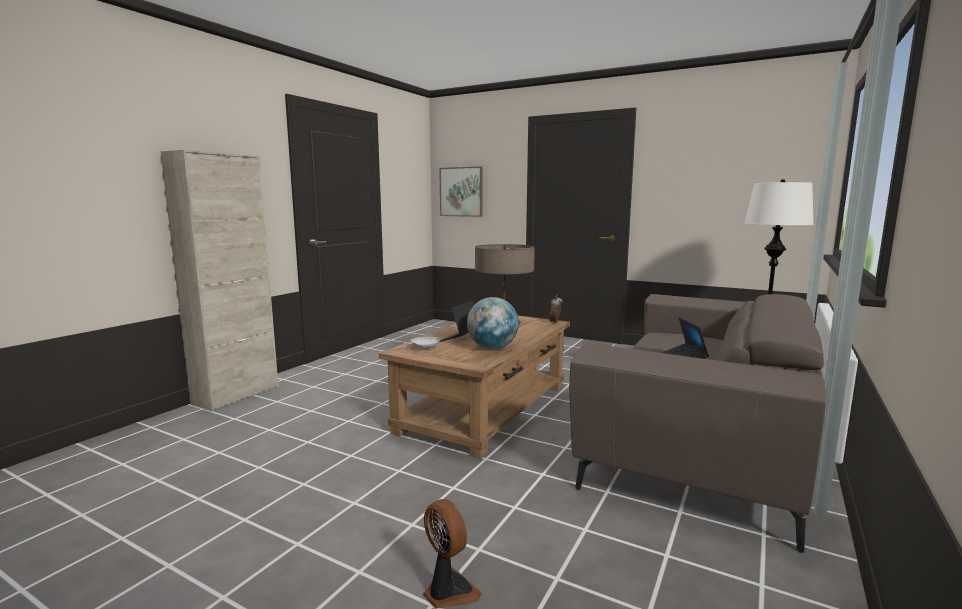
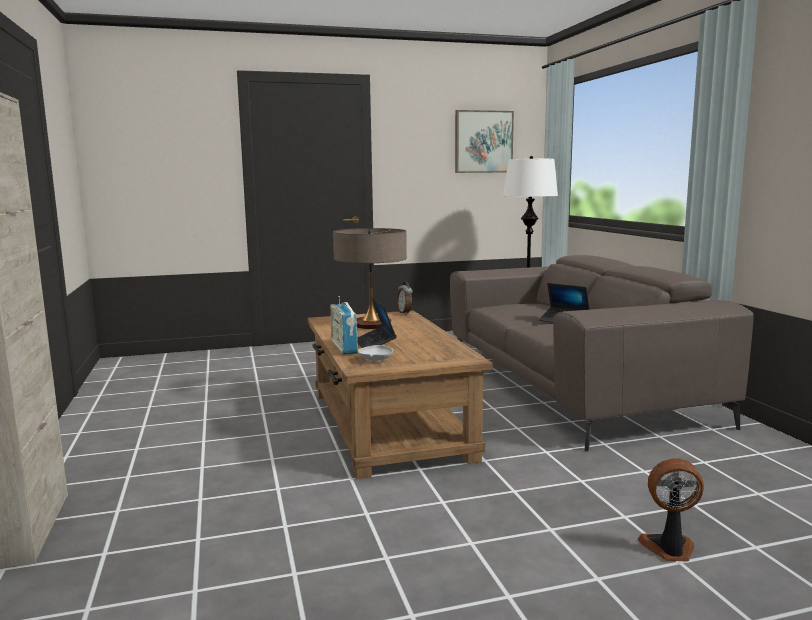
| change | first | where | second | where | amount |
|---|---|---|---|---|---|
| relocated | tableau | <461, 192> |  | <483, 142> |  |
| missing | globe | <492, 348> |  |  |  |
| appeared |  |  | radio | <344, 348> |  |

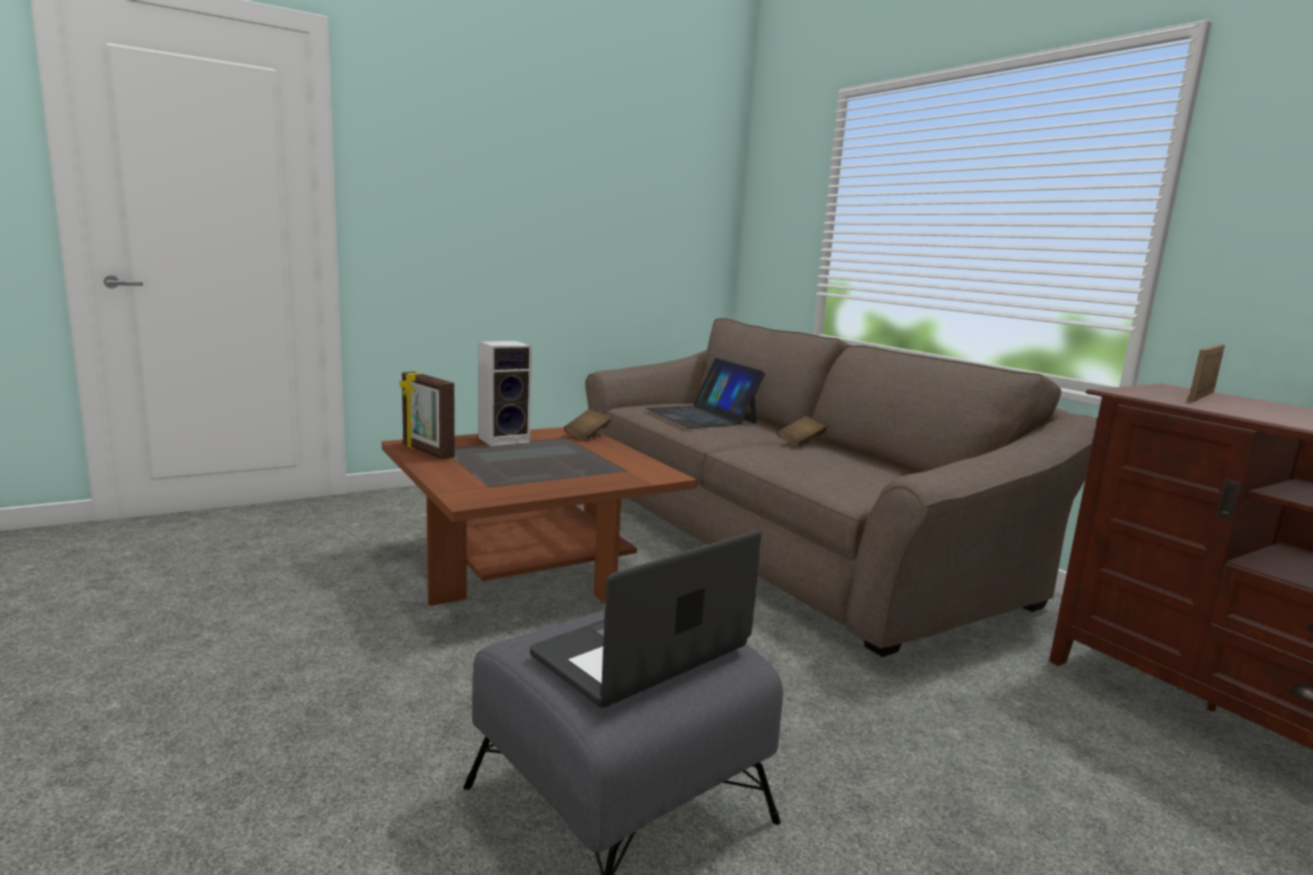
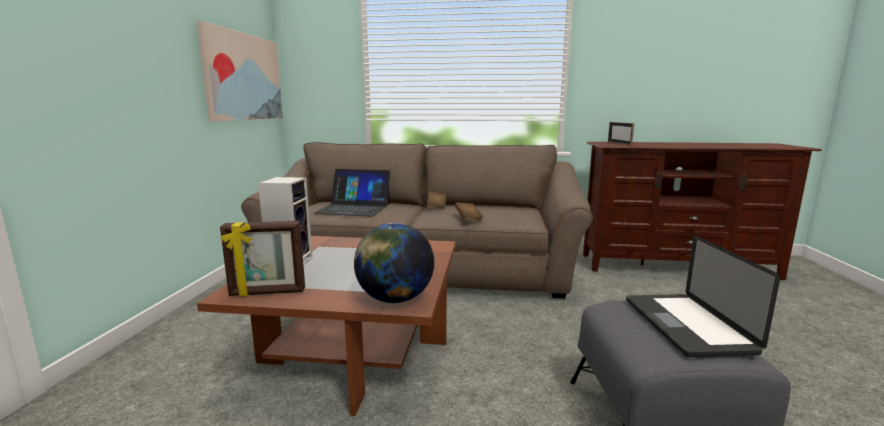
| change | first | where | second | where | amount |
|---|---|---|---|---|---|
| relocated | livre [marron] | <588, 435> |  | <468, 219> |  |
| appeared |  |  | tableau | <243, 77> |  |
| appeared |  |  | globe | <394, 299> |  |

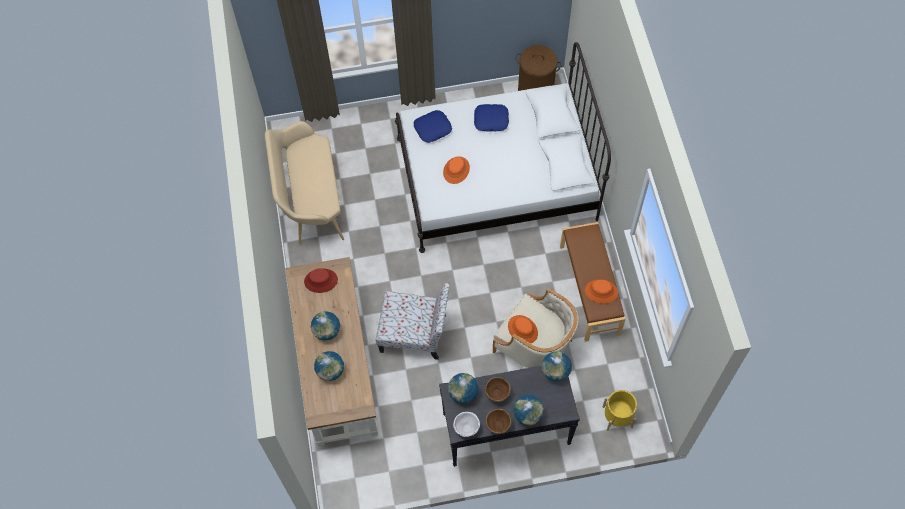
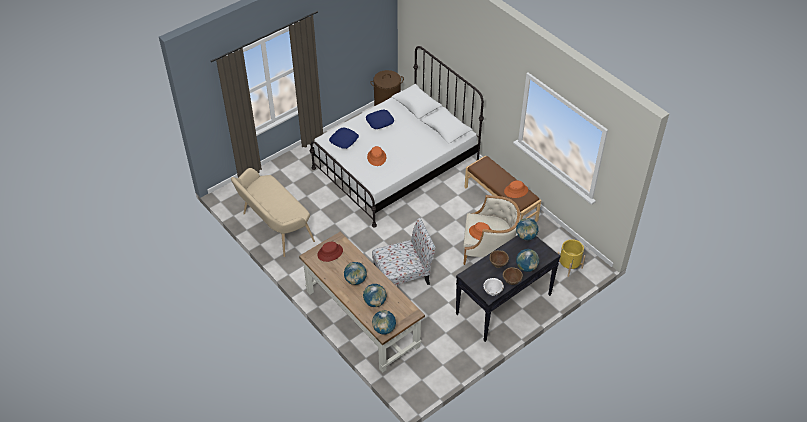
| change | first | where | second | where | amount |
|---|---|---|---|---|---|
| relocated | globe | <463, 393> |  | <384, 329> |  |

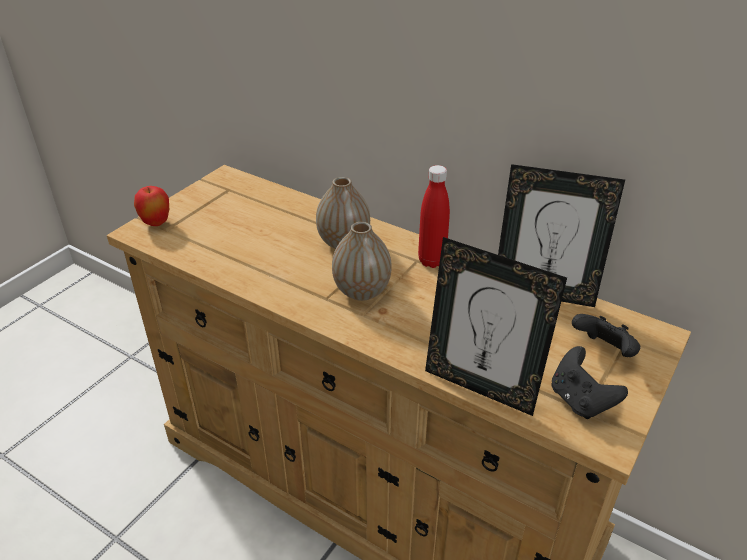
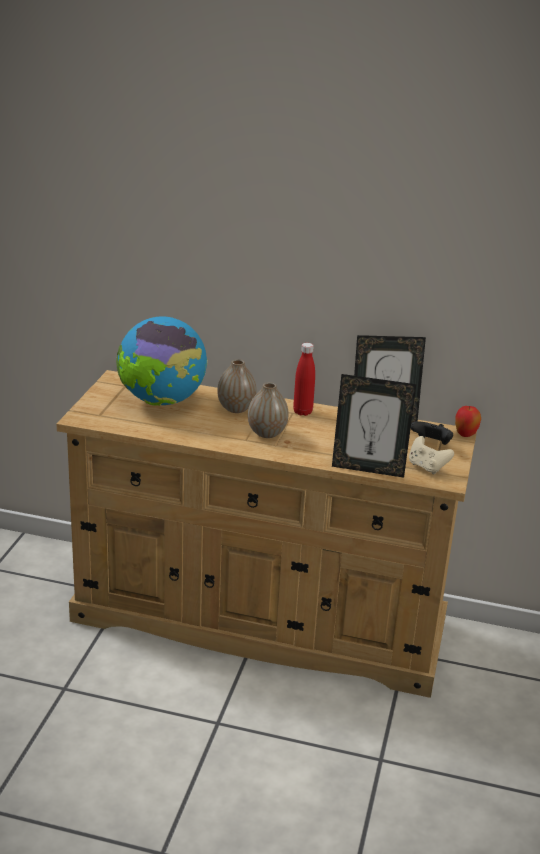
| change | first | where | second | where | amount |
|---|---|---|---|---|---|
| relocated | pomme | <156, 223> |  | <465, 435> |  |
| colour | manette [noir] | <580, 400> | manette [beige] | <427, 467> |  |
| appeared |  |  | globe | <162, 401> |  |

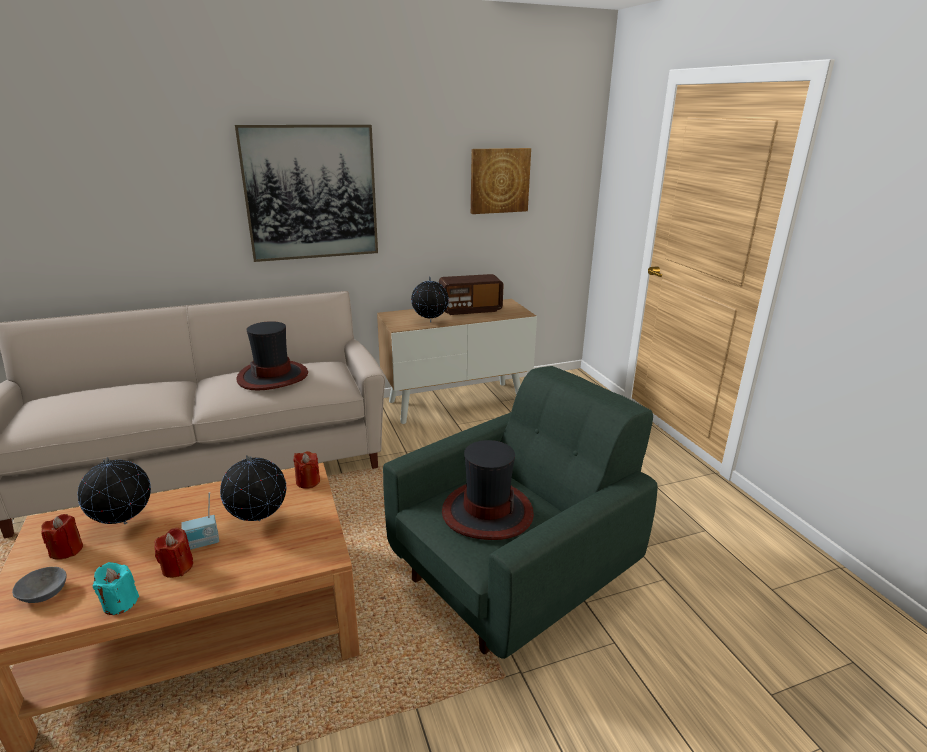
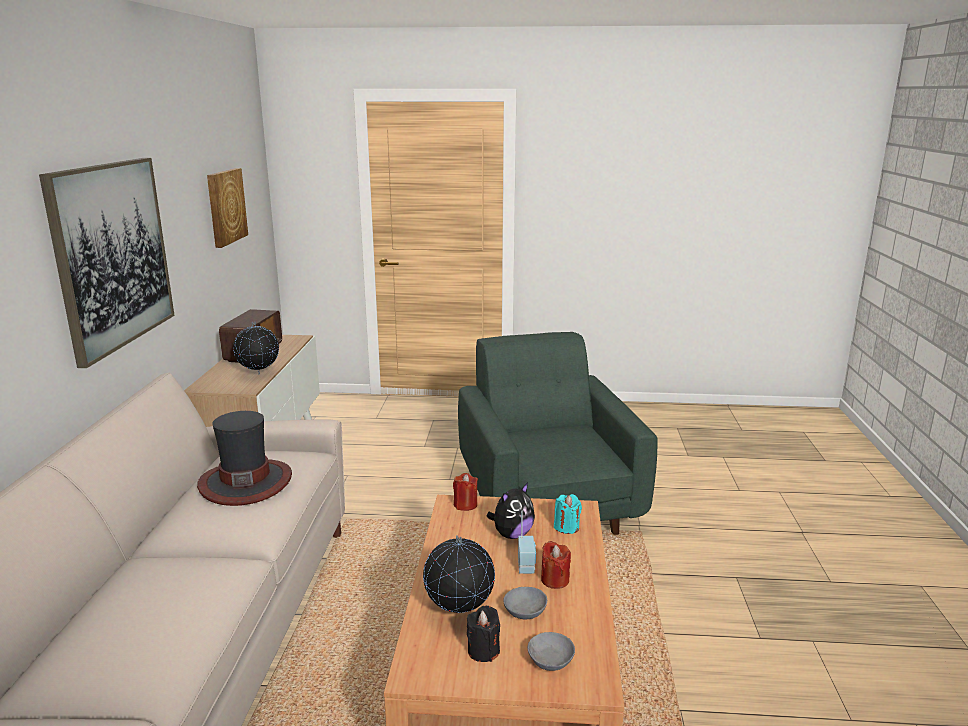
| change | first | where | second | where | amount |
|---|---|---|---|---|---|
| colour | bougie [rouge] | <67, 550> | bougie [noir] | <483, 651> |  |
| relocated | bougie [turquoise] | <120, 603> |  | <566, 527> |  |
| exchanged | globe | <259, 521> | peluche | <512, 534> |  |
| missing | chapeau | <487, 512> |  |  |  |
| appeared |  |  | bol [gris] | <524, 610> |  |

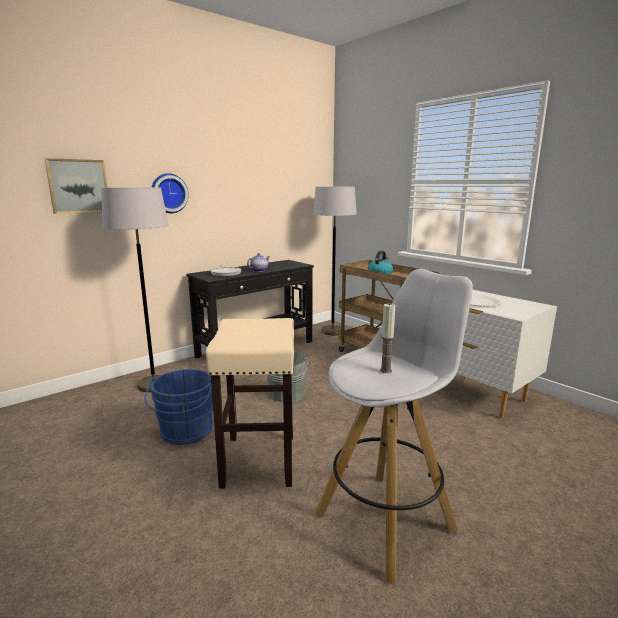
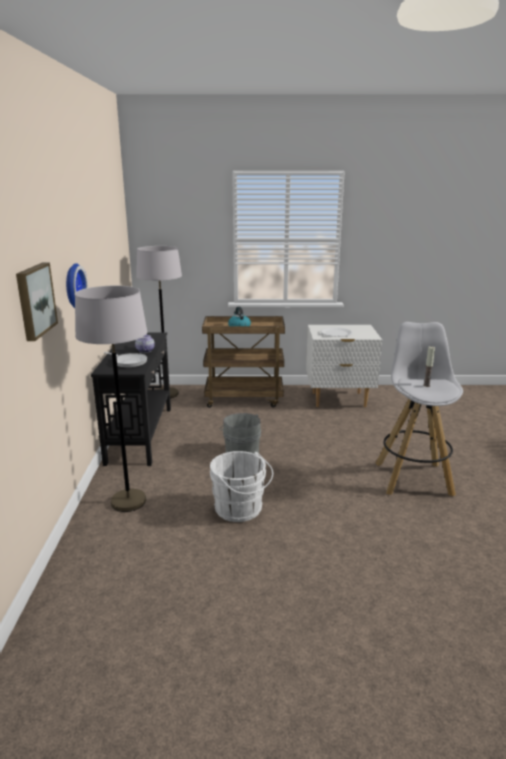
| change | first | where | second | where | amount |
|---|---|---|---|---|---|
| colour | seau [bleu] | <185, 432> | seau [blanc] | <240, 509> |  |
| missing | tabouret [beige] | <259, 461> |  |  |  |

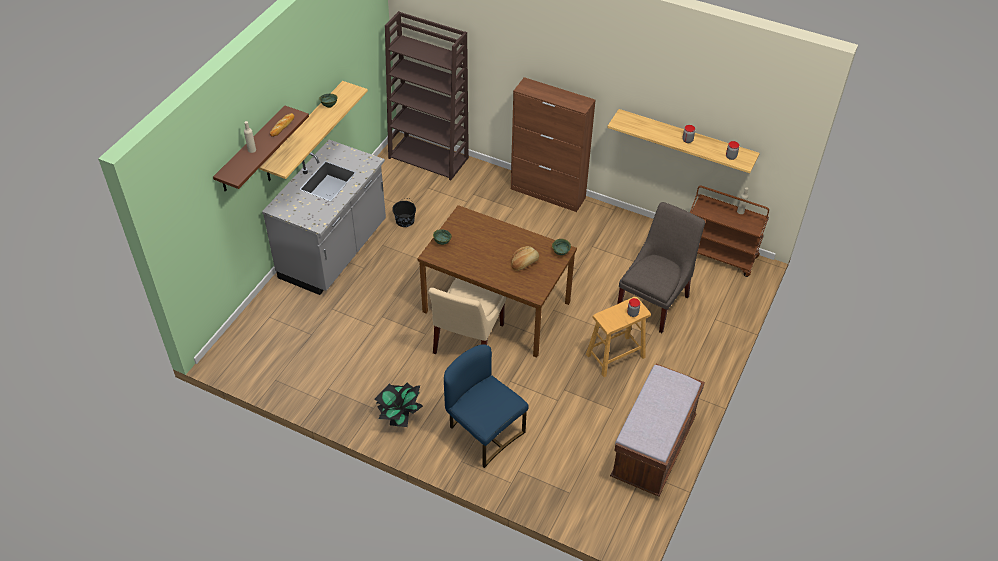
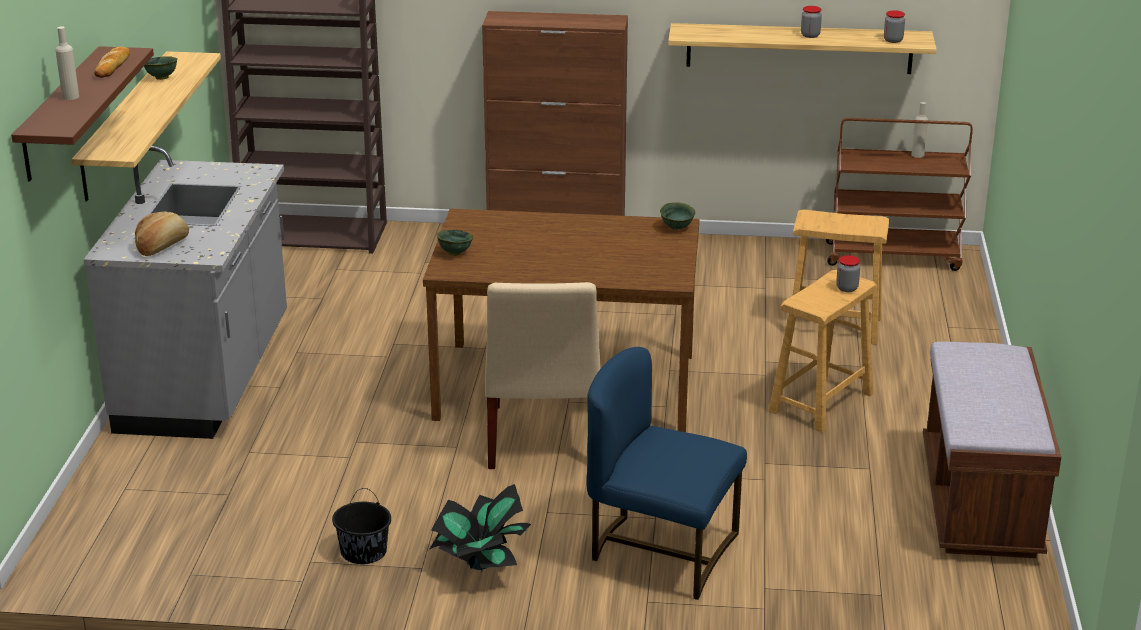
| change | first | where | second | where | amount |
|---|---|---|---|---|---|
| relocated | seau [noir] | <404, 221> |  | <363, 552> |  |
| relocated | pain | <524, 263> |  | <162, 246> |  |
| exchanged | chaise [gris] | <655, 301> | tabouret [marron] | <834, 326> |  |

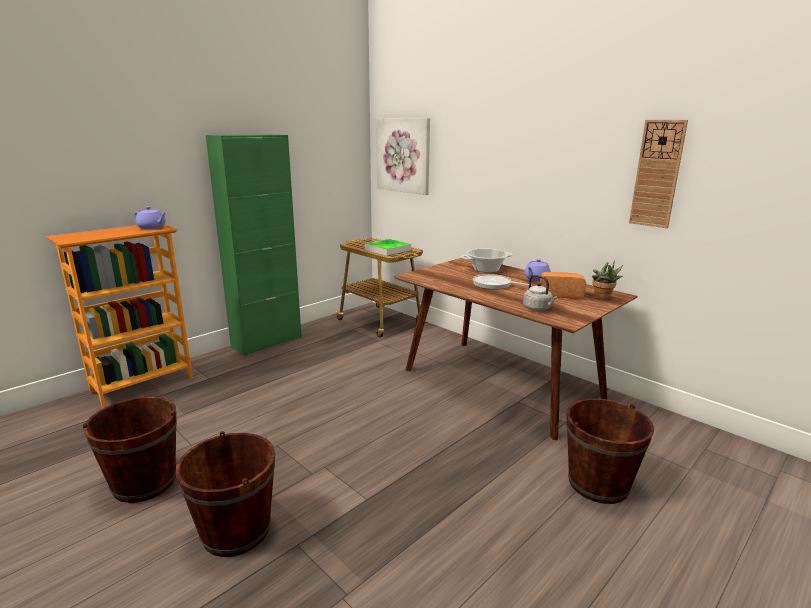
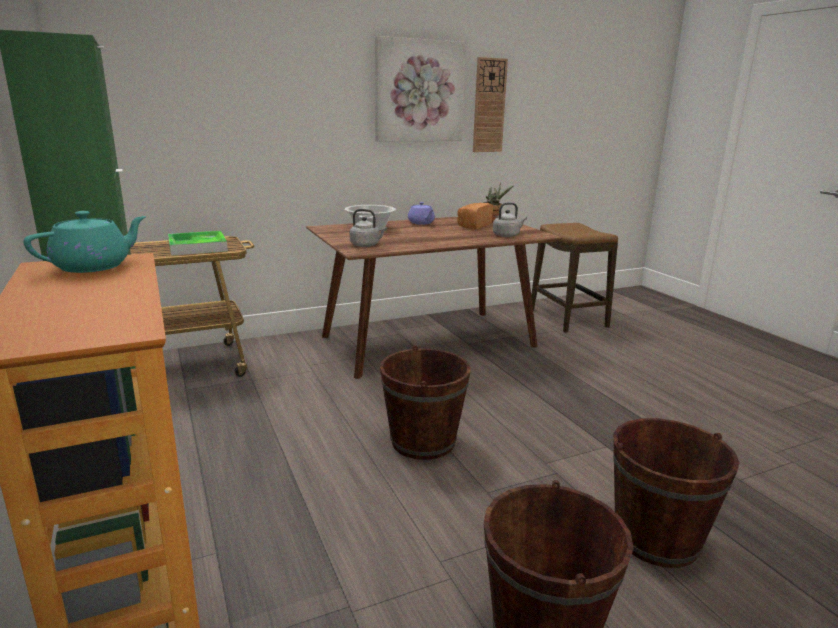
| change | first | where | second | where | amount |
|---|---|---|---|---|---|
| colour | théière [violet] | <152, 227> | théière [turquoise] | <94, 266> |  |
| relocated | tableau | <404, 155> |  | <419, 91> |  |
| missing | poêle | <494, 285> |  |  |  |
| relocated | seau [marron] | <598, 484> |  | <423, 441> |  |
| appeared |  |  | bouilloire [gris] | <366, 245> |  |
| appeared |  |  | tabouret | <568, 318> |  |

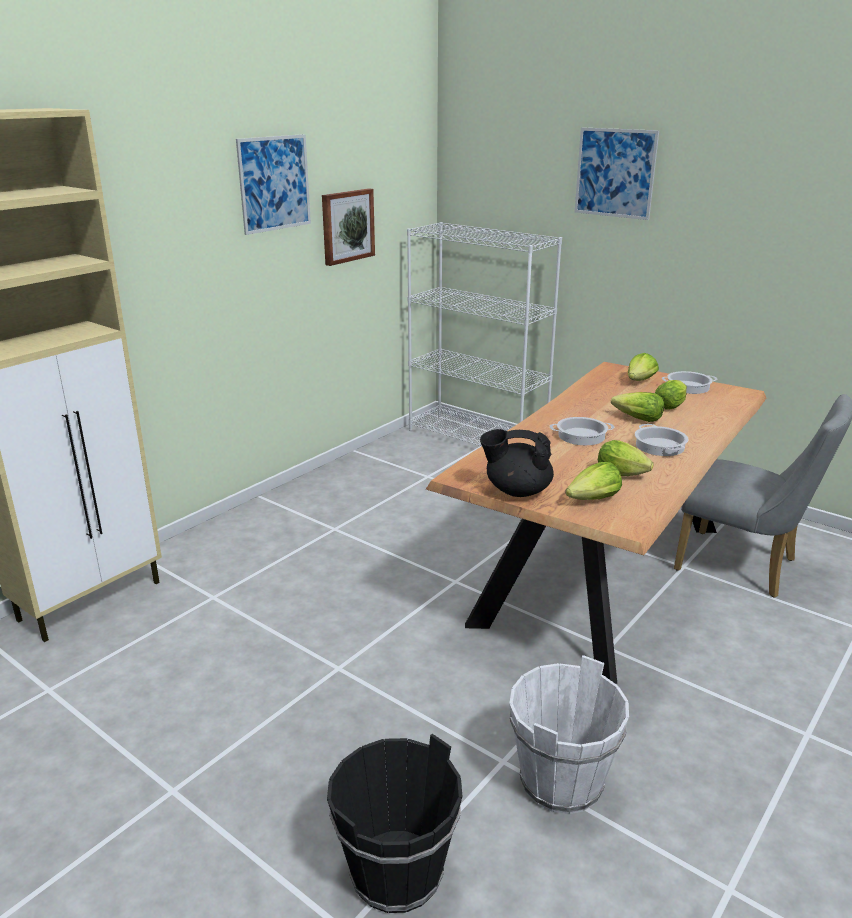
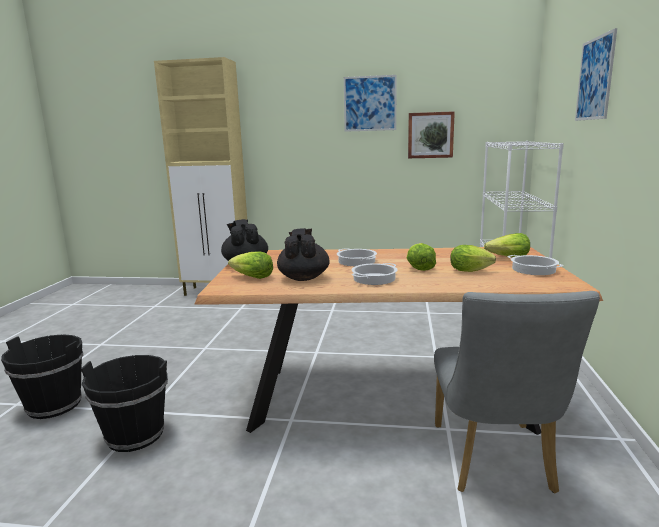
| change | first | where | second | where | amount |
|---|---|---|---|---|---|
| colour | seau [blanc] | <560, 781> | seau [noir] | <135, 435> |  |
| exchanged | laitue | <624, 475> | théière [noir] | <303, 278> |  |

